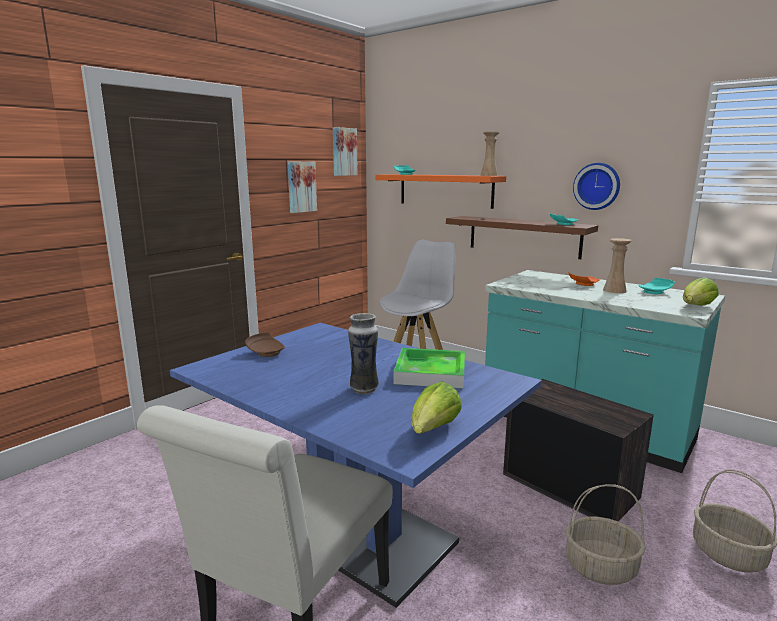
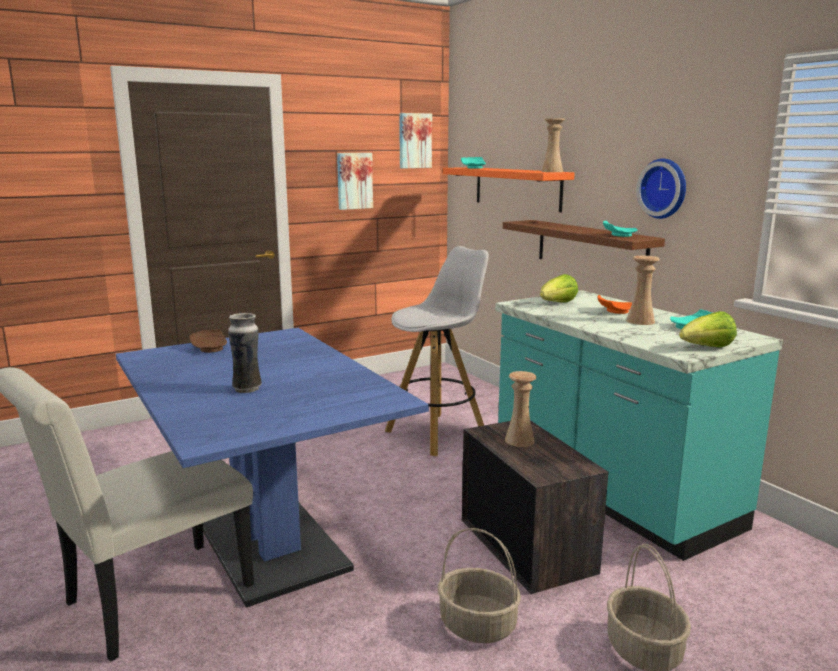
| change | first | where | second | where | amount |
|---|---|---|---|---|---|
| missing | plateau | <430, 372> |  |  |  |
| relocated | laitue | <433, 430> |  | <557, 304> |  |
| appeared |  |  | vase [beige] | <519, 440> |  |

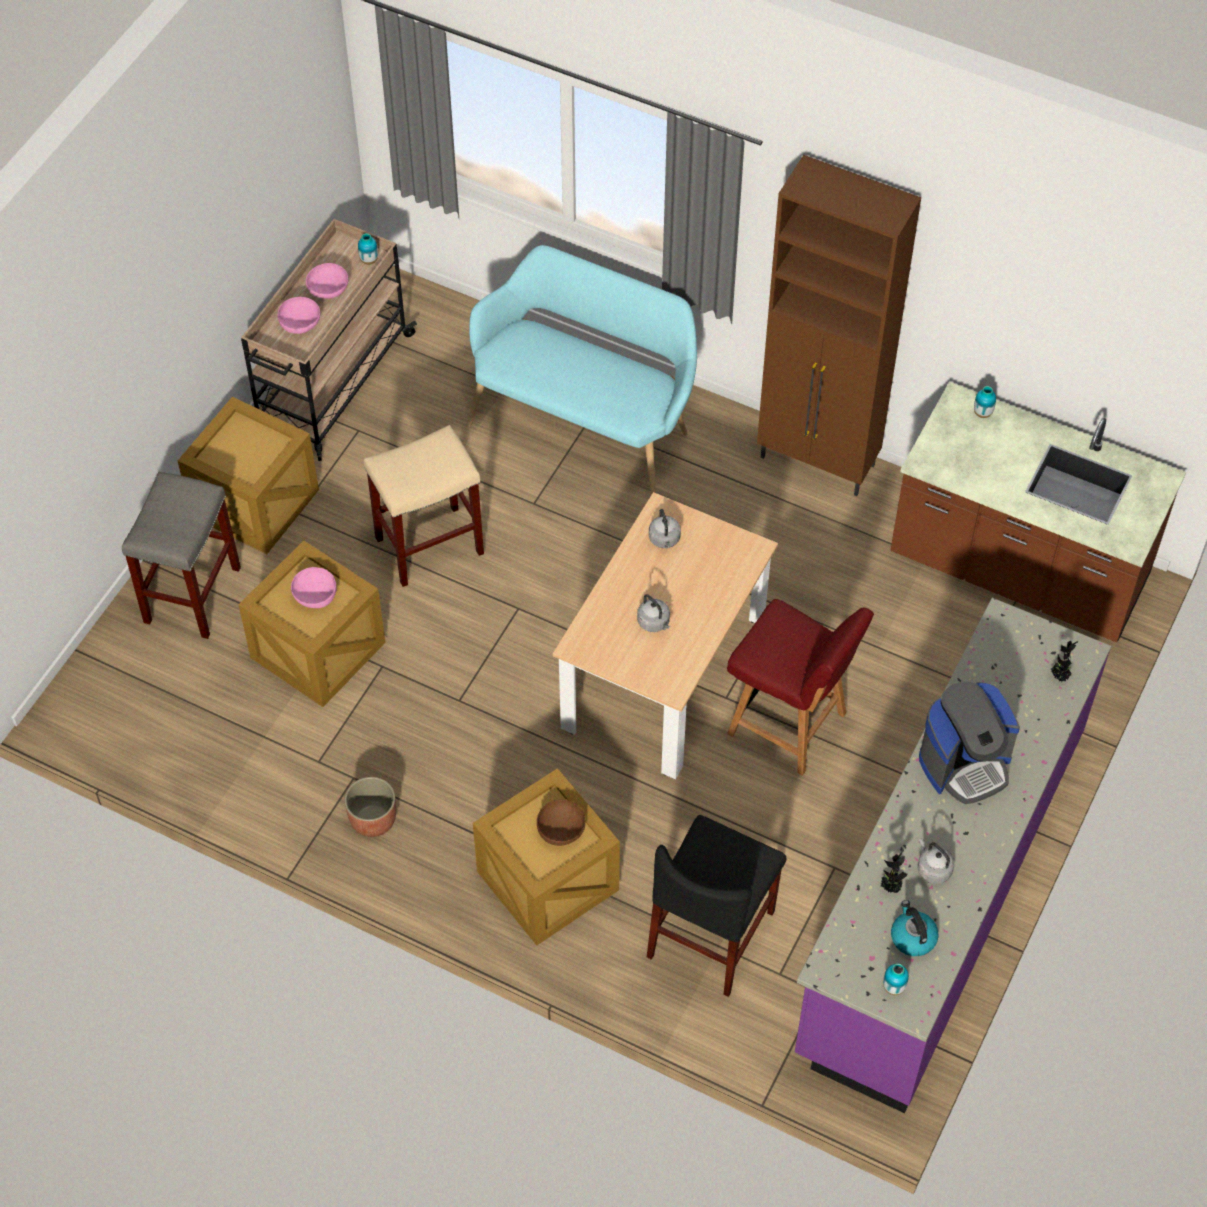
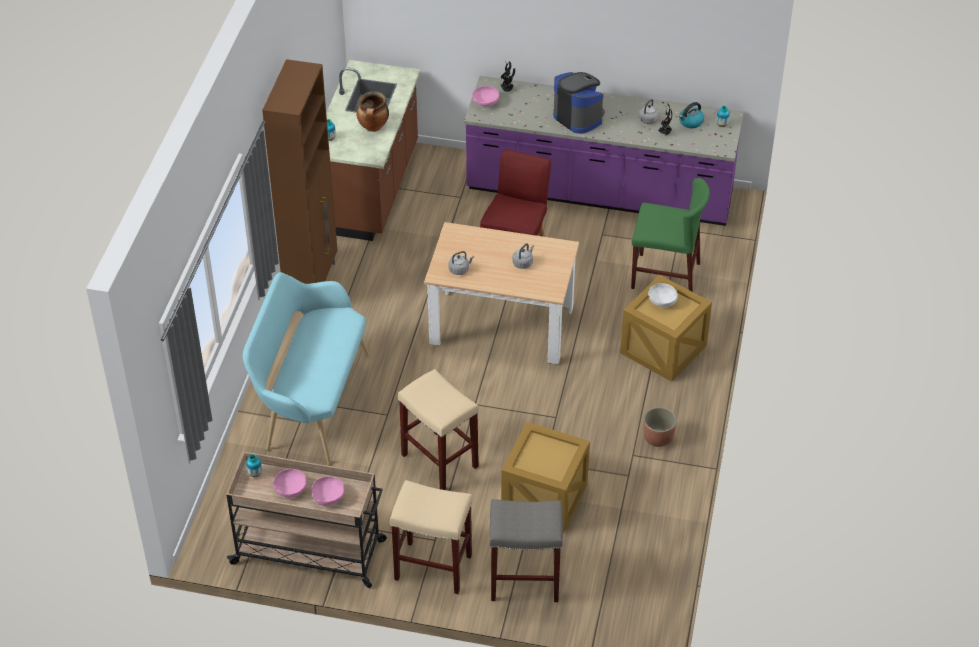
| change | first | where | second | where | amount |
|---|---|---|---|---|---|
| exchanged | caisse | <256, 501> | tabouret [beige] | <432, 567> |  |
| relocated | bol [rose] | <315, 596> |  | <485, 103> |  |
| colour | bol [marron] | <561, 830> | bol [blanc] | <661, 302> |  |
| colour | chaise [noir] | <711, 934> | chaise [vert] | <665, 275> |  |
| appeared |  |  | marmite | <373, 127> |  |

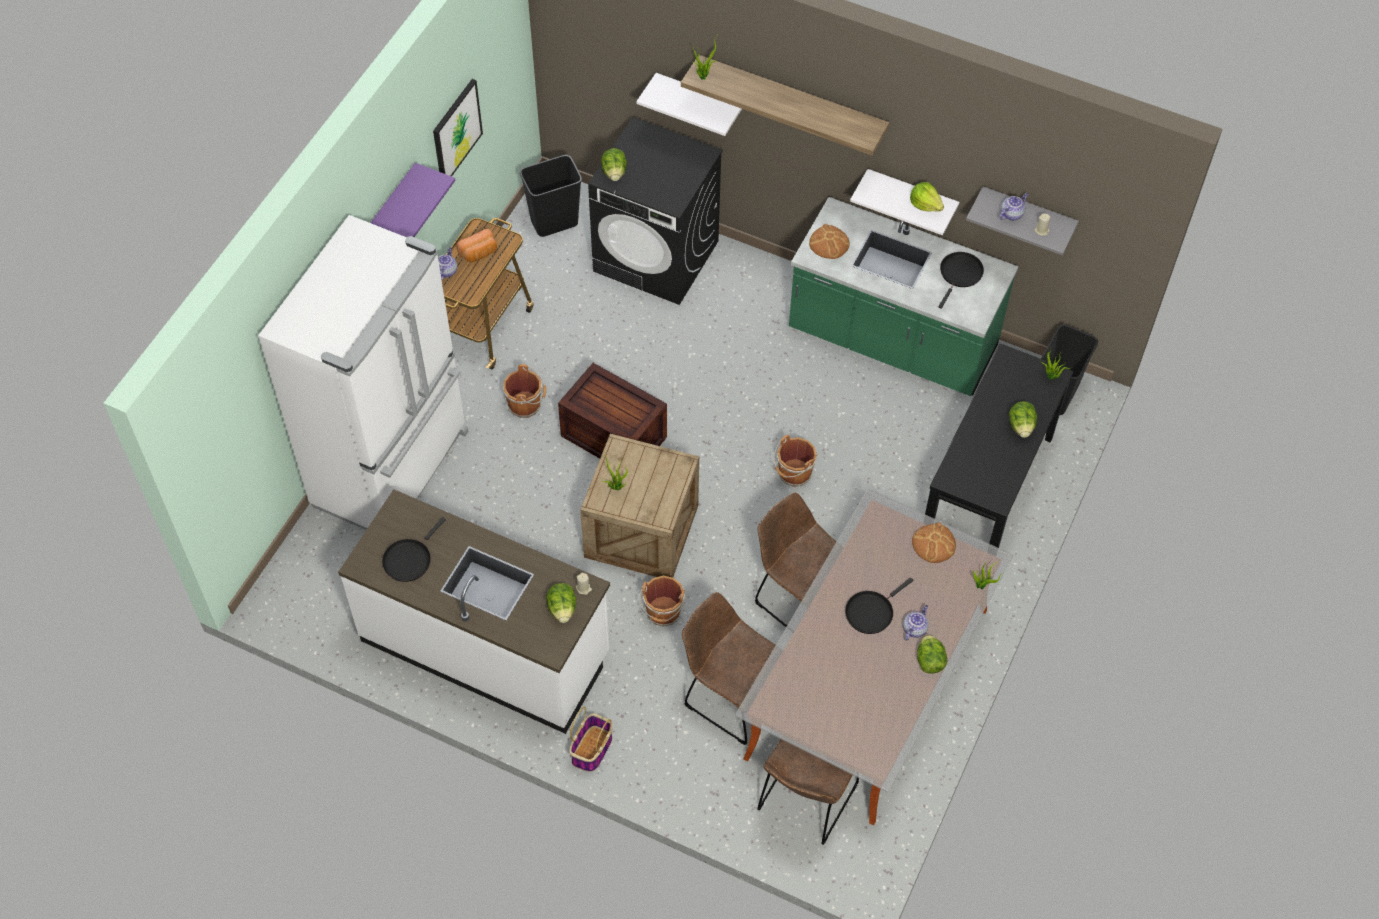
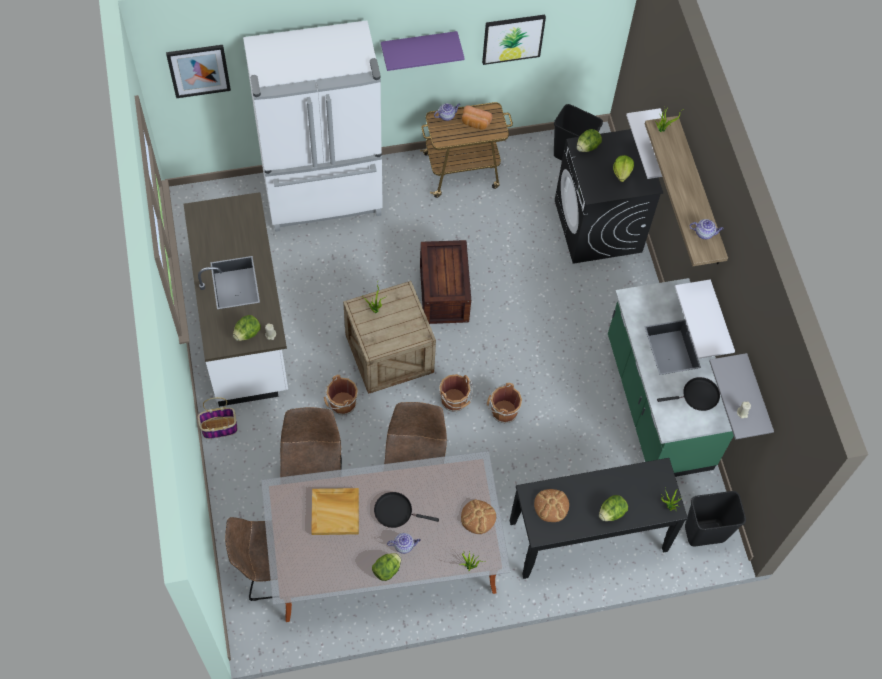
| change | first | where | second | where | amount |
|---|---|---|---|---|---|
| missing | poêle [noir] | <409, 559> |  |  |  |
| relocated | seau [marron] | <526, 405> |  | <454, 401> |  |
| relocated | pain | <829, 243> |  | <551, 505> |  |
| relocated | laitue | <925, 204> |  | <622, 172> |  |
| relocated | théière | <1011, 214> |  | <704, 233> |  |
| appeared |  |  | tableau | <199, 70> |  |
| appeared |  |  | plateau [beige] | <336, 512> |  |

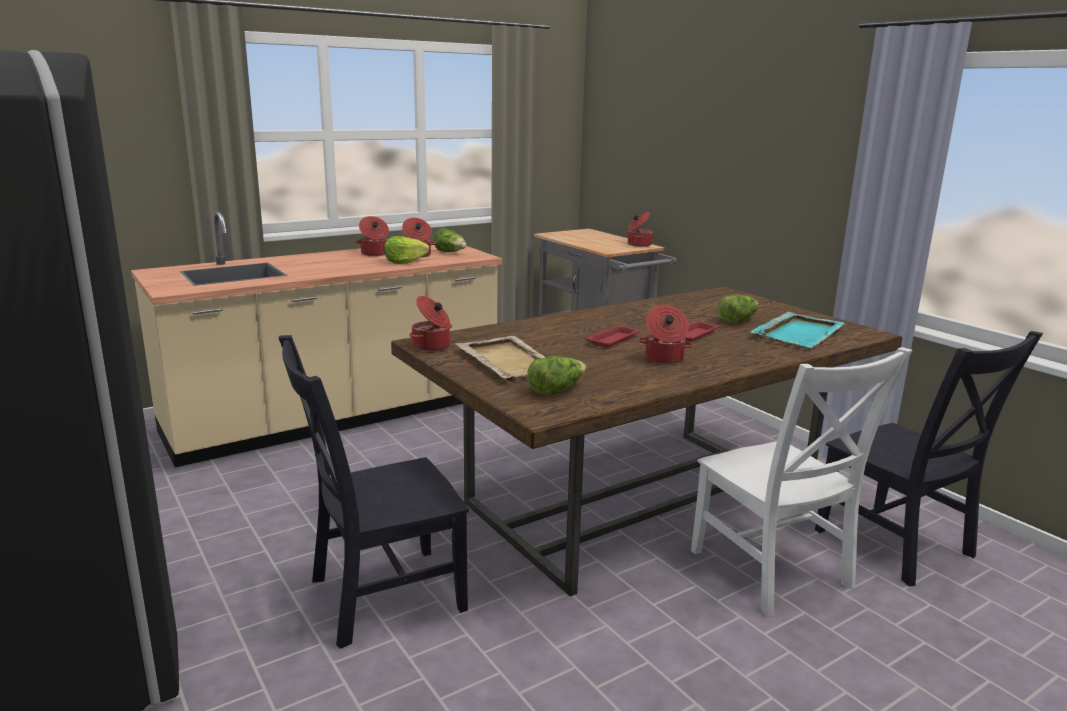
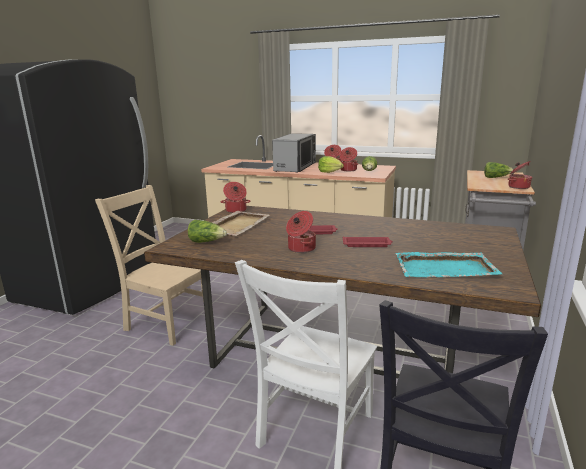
| change | first | where | second | where | amount |
|---|---|---|---|---|---|
| colour | chaise [noir] | <380, 596> | chaise [beige] | <166, 322> |  |
| relocated | laitue | <737, 321> |  | <496, 177> |  |
| appeared |  |  | micro-ondes | <295, 167> |  |

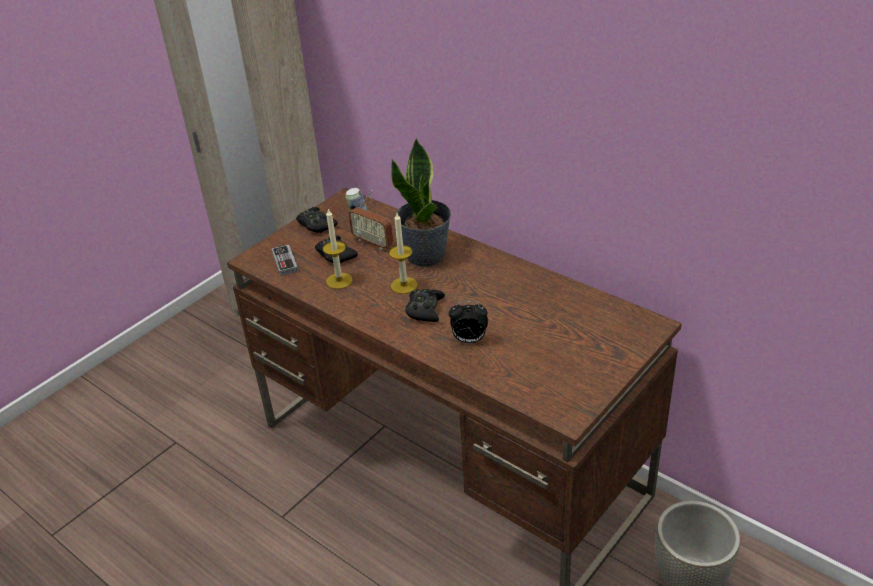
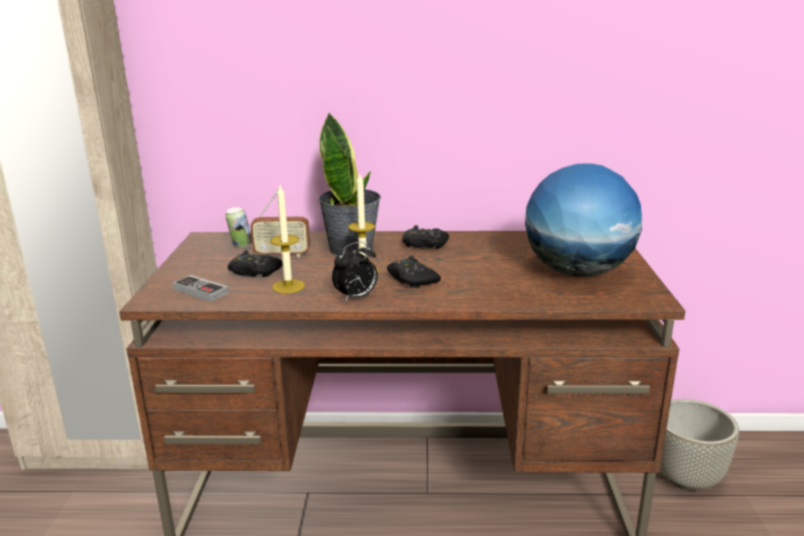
| change | first | where | second | where | amount |
|---|---|---|---|---|---|
| relocated | manette [noir] | <316, 225> |  | <424, 244> |  |
| relocated | réveil | <469, 340> |  | <356, 297> |  |
| appeared |  |  | globe | <577, 273> |  |

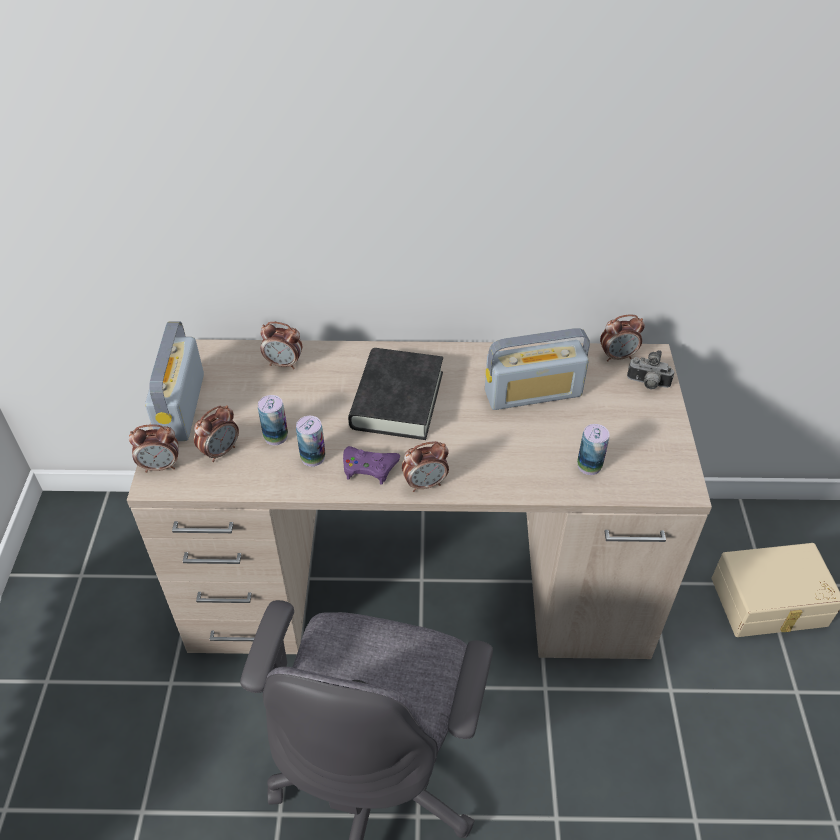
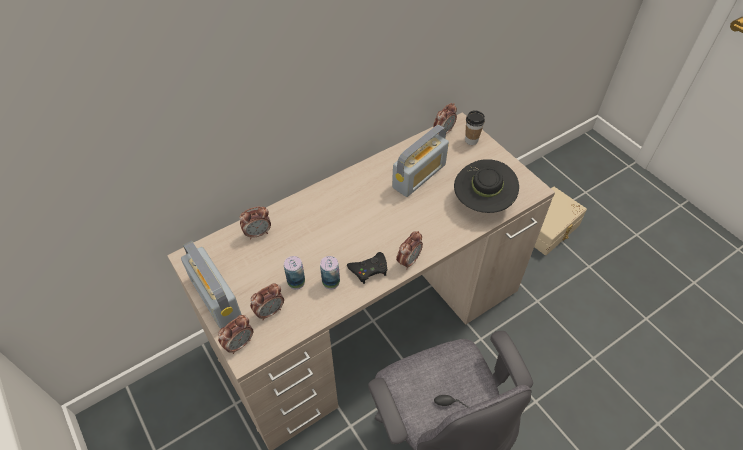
| change | first | where | second | where | amount |
|---|---|---|---|---|---|
| spun | réveil | <220, 451> |  | <270, 311> | 45 degrees clockwise |
| colour | manette [violet] | <369, 467> | manette [noir] | <369, 269> |  |
| missing | livre [noir] | <397, 400> |  |  |  |
| exchanged | boîte métallique | <589, 466> | chapeau [noir] | <482, 202> |  |
| exchanged | appareil photo | <647, 384> | tasse | <471, 140> |  |

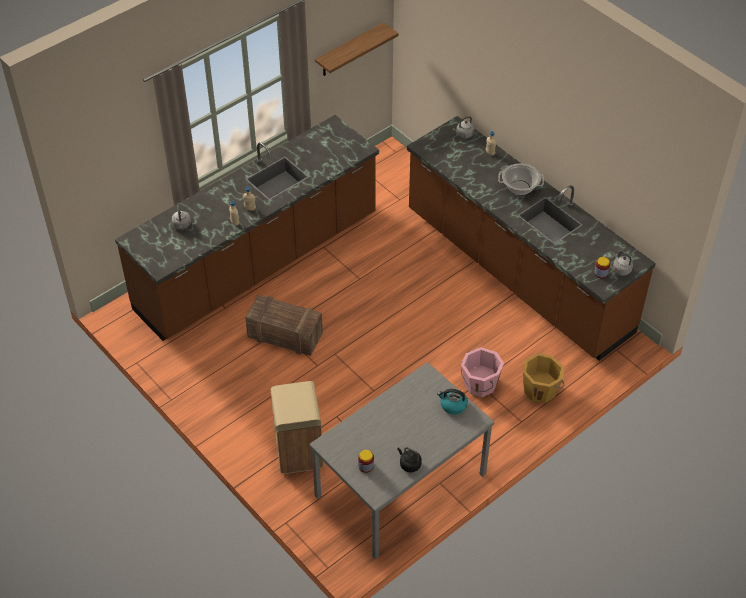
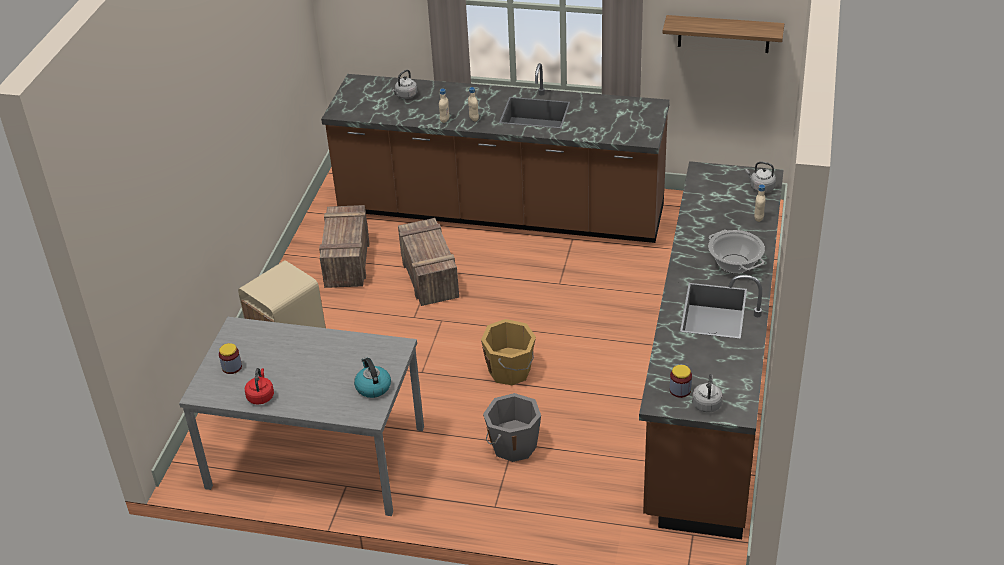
| change | first | where | second | where | amount |
|---|---|---|---|---|---|
| colour | bouilloire [noir] | <409, 464> | bouilloire [rouge] | <261, 396> |  |
| colour | seau [rose] | <479, 384> | seau [gris] | <513, 445> |  |
| relocated | seau [orange] | <540, 390> |  | <510, 371> |  |
| appeared |  |  | caisse | <347, 262> |  |

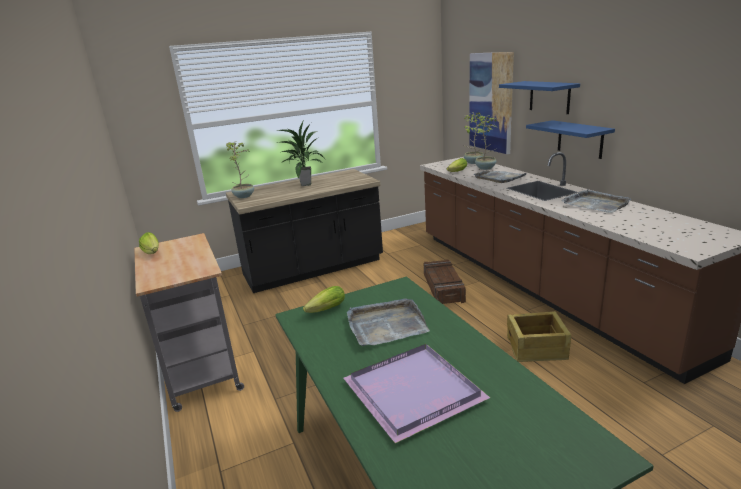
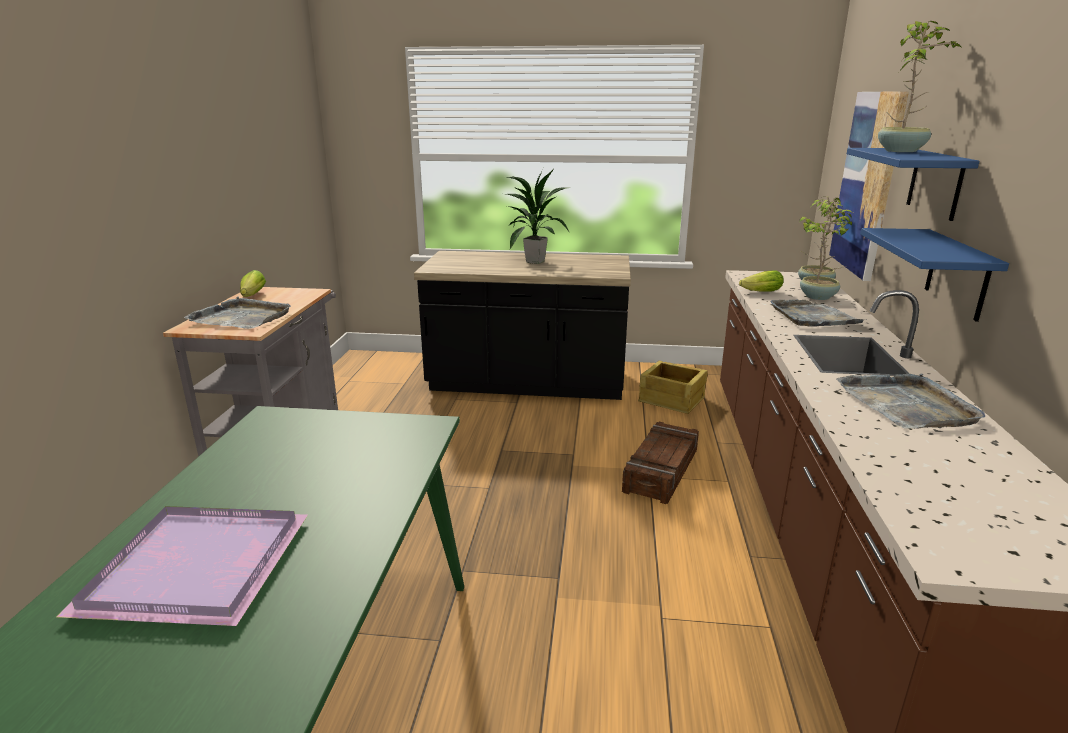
| change | first | where | second | where | amount |
|---|---|---|---|---|---|
| relocated | plante en pot | <244, 196> |  | <902, 151> |  |
| missing | laitue | <324, 311> |  |  |  |
| relocated | plateau [gris] | <386, 325> |  | <242, 317> |  |
| relocated | caisse | <537, 348> |  | <672, 400> |  |

